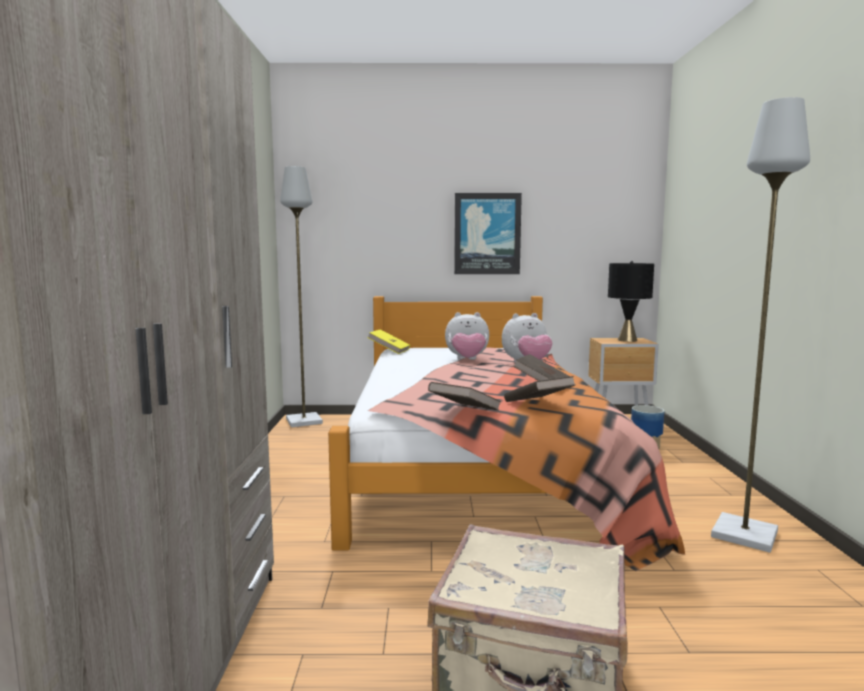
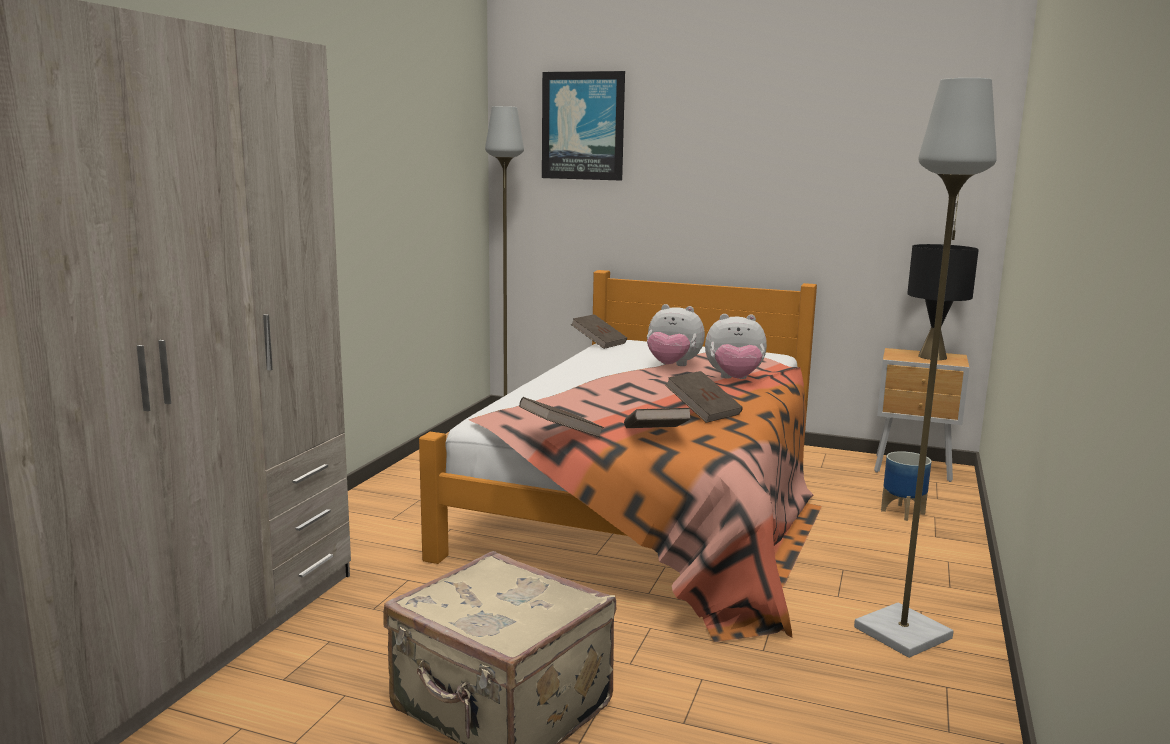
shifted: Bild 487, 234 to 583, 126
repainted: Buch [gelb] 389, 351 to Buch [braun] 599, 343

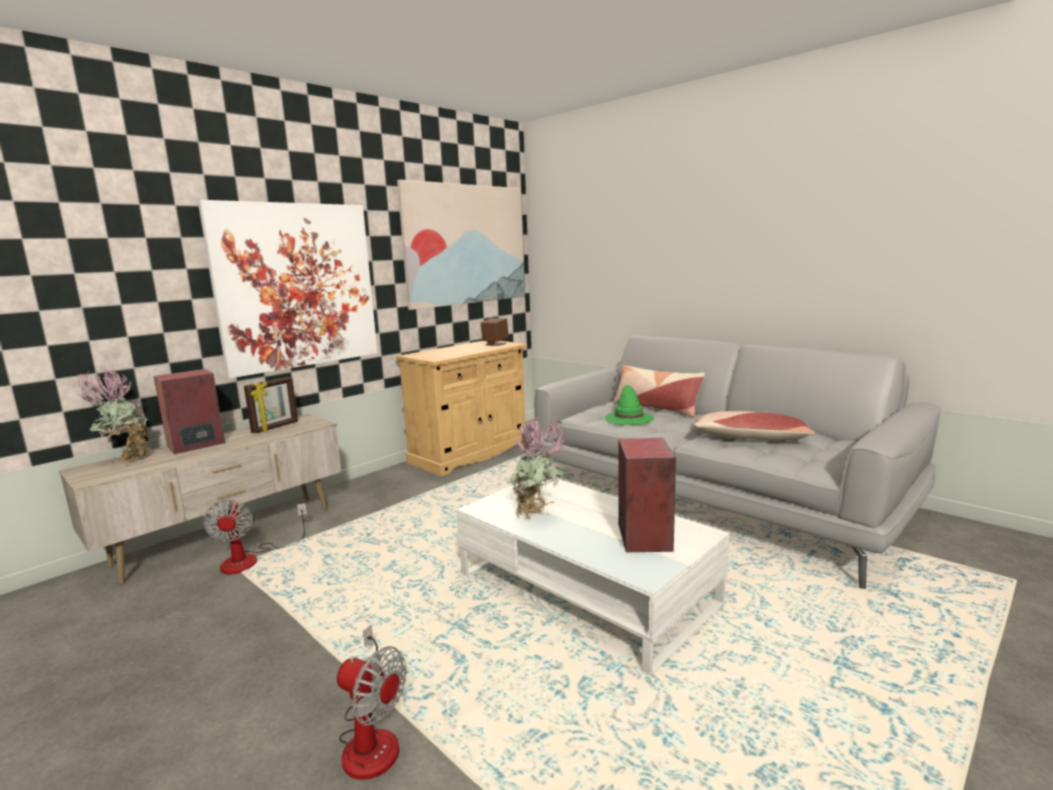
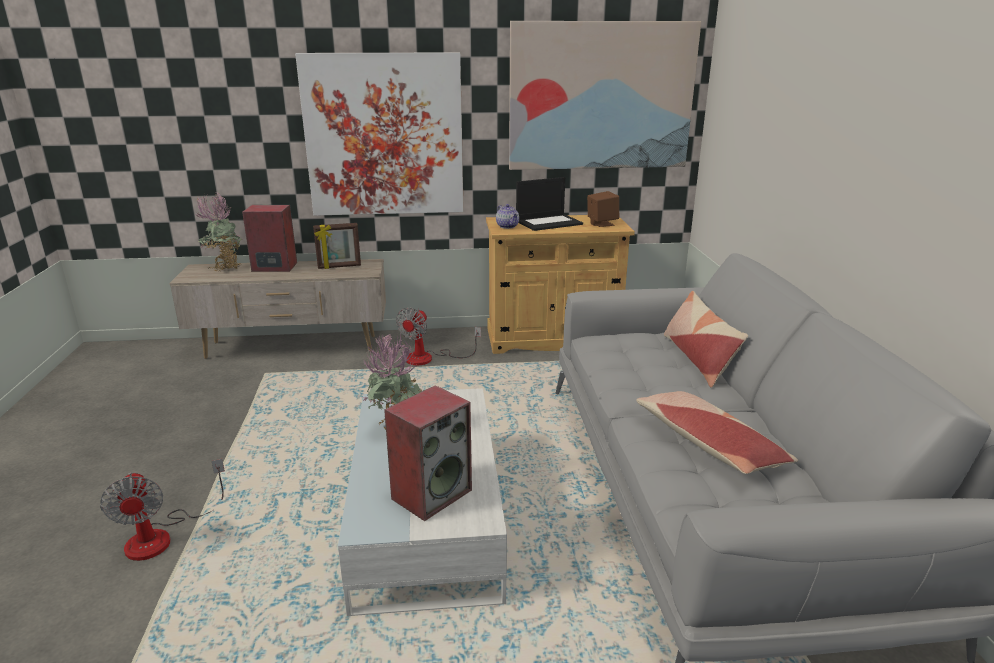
gone: Hut [grün] 628, 417
new: Teekanne 507, 226; Laptop 549, 222
shifted: Ventilator 251, 559 to 429, 358

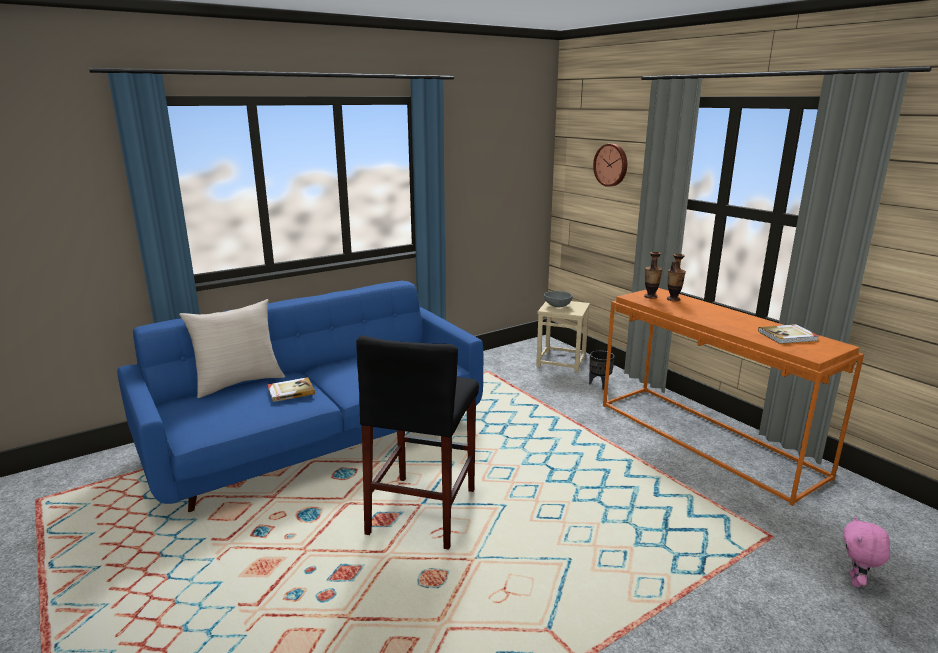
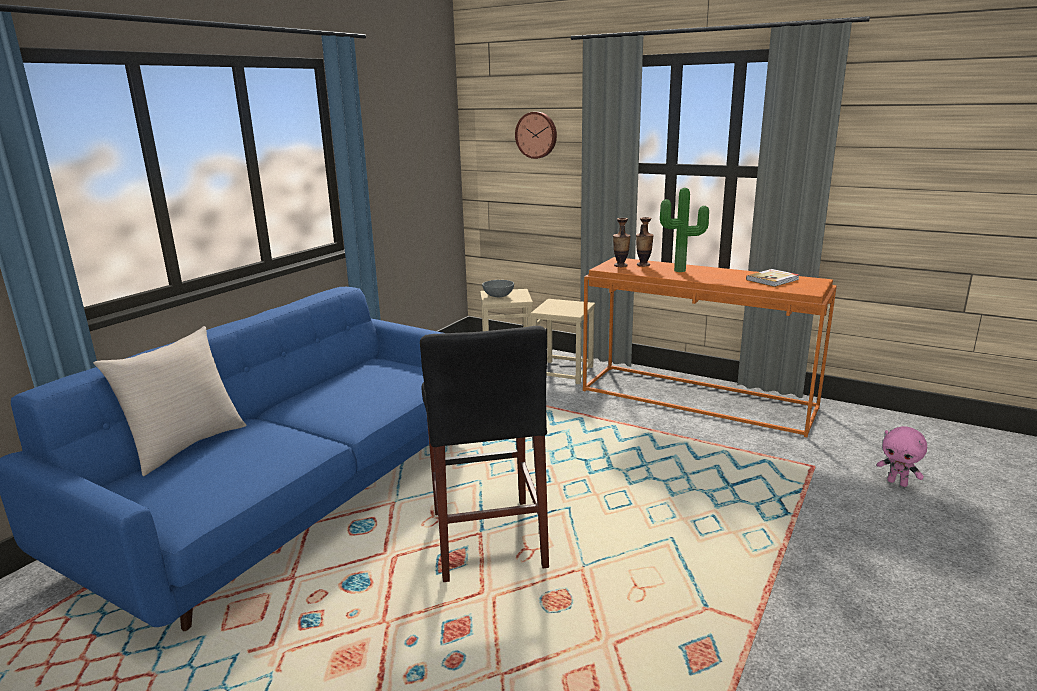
gone: Buch 290, 391
new: Topfpflanze 681, 271
swapped: Pflanzkübel [schwarz] 599, 385 to Hocker [beige] 564, 372
rotated: Plüschtier [rosa] 856, 581 = 897, 483 45 degrees counterclockwise

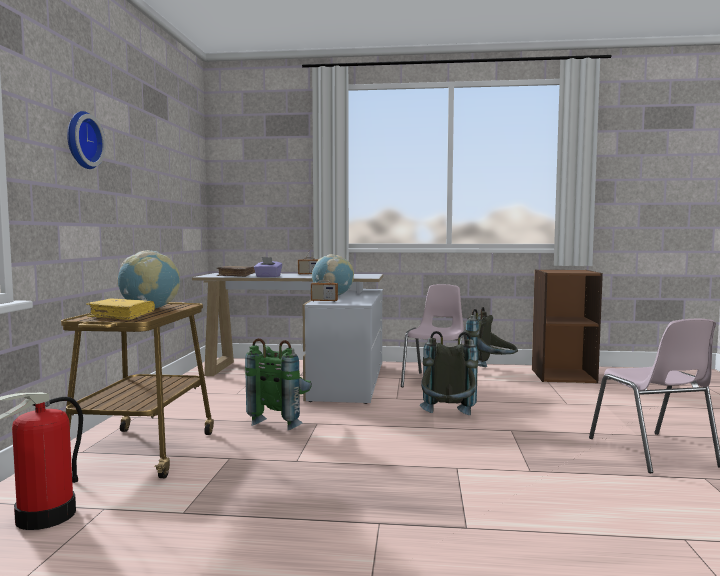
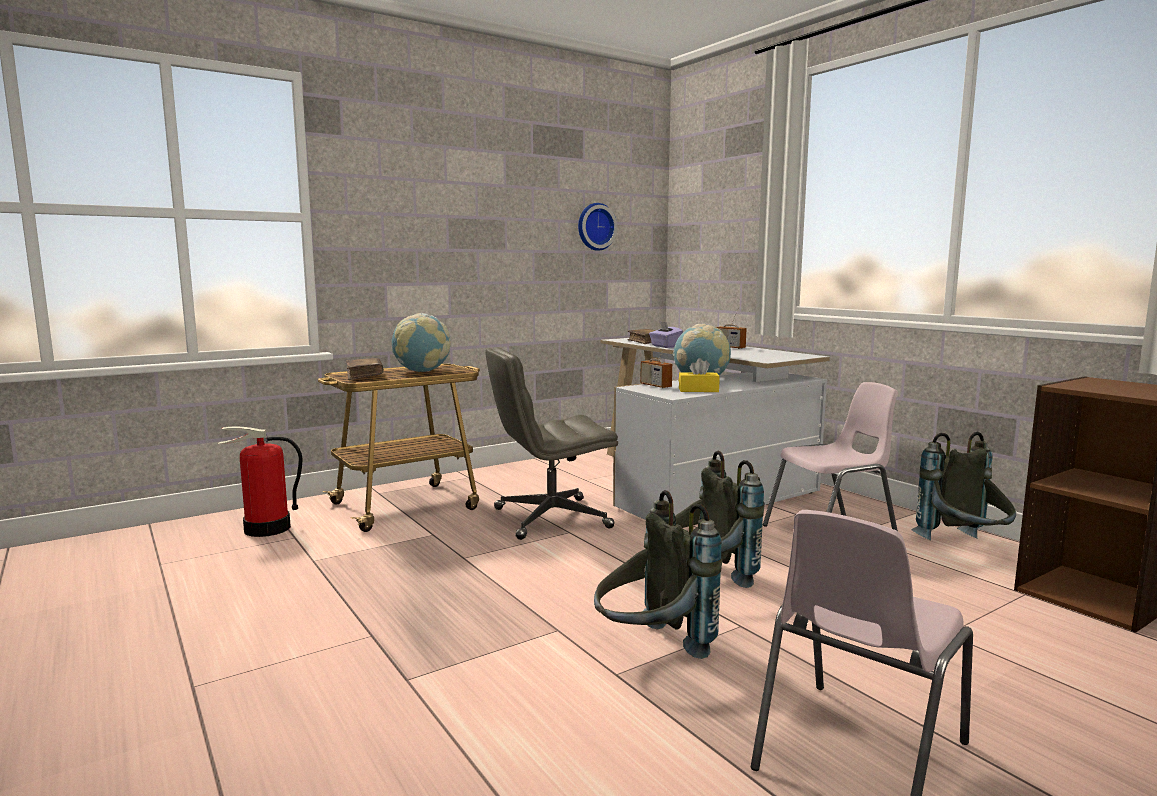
new: Rucksack [grau] 651, 650; Taschentuchbox [gelb] 698, 390
shifted: Wanduhr 81, 140 to 595, 227
swapped: Rucksack [grün] 282, 421 to Bürostuhl [grau] 550, 518
repainted: Buch [gelb] 121, 316 to Buch [braun] 364, 375

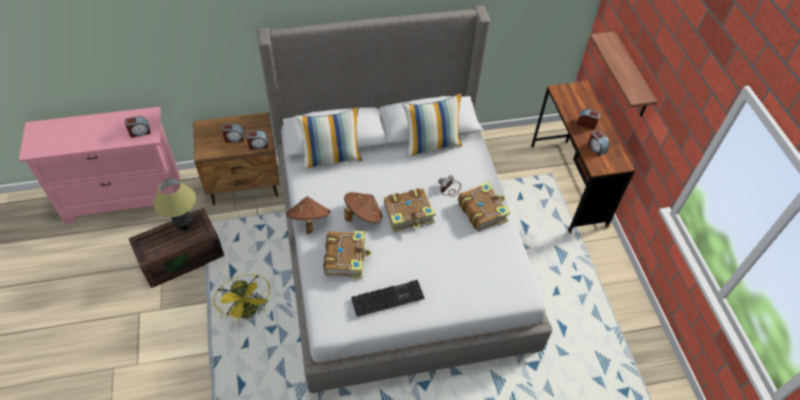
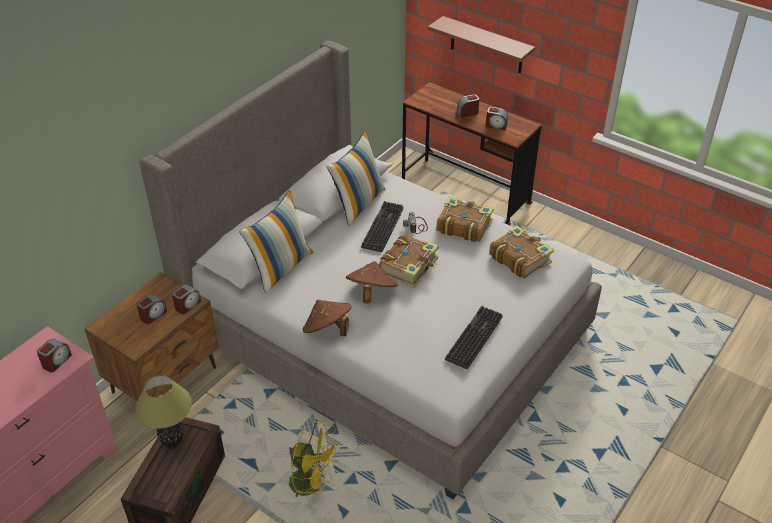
new: Tastatur 381, 226
shifted: Buch 346, 258 to 519, 258

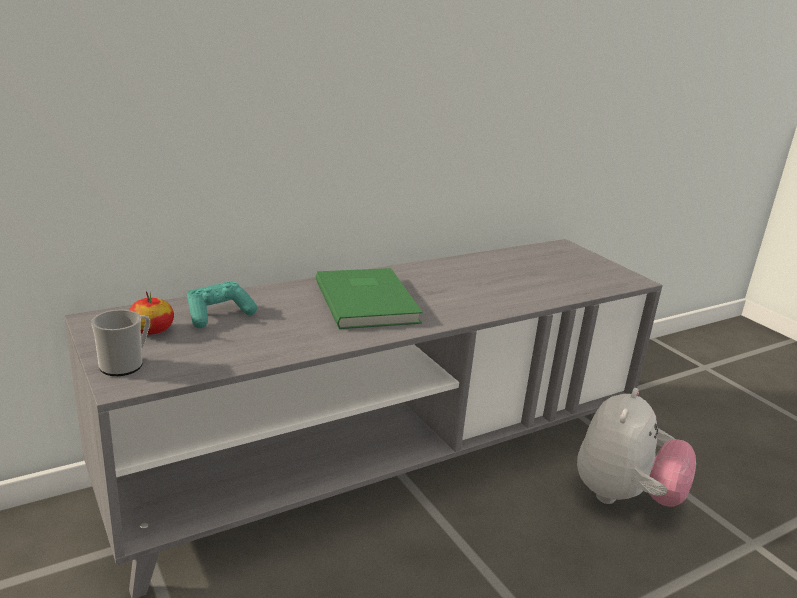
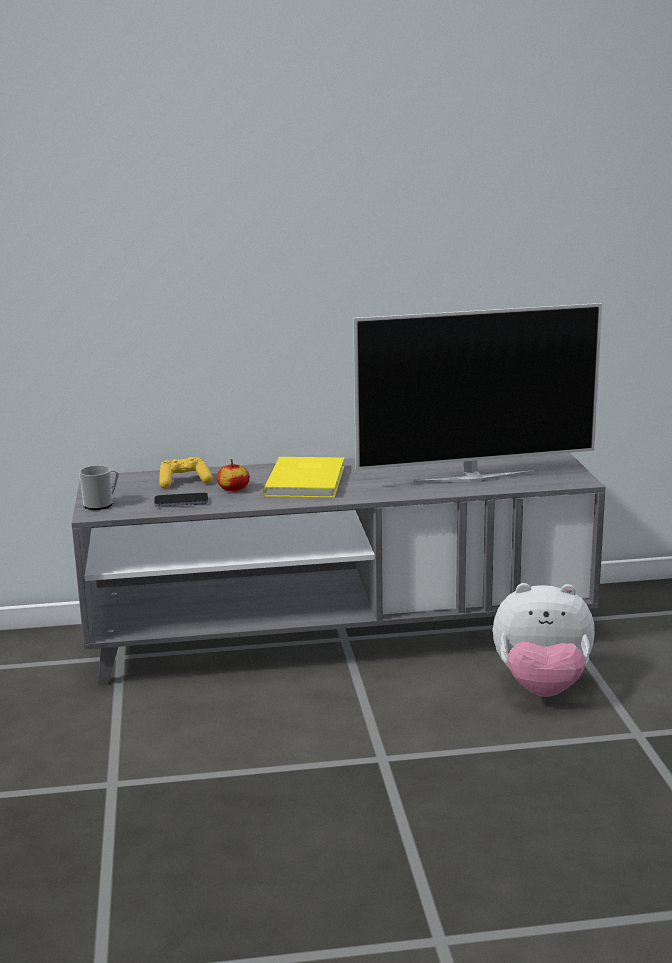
new: Handy 181, 502; Fernseher 473, 477
shifted: Apfel 152, 330 to 233, 489
repainted: Gamepad [türkis] 218, 315 to Gamepad [gelb] 184, 482; Buch [grün] 368, 300 to Buch [gelb] 308, 480
rotated: Plüschtier 624, 497 = 542, 687 45 degrees clockwise

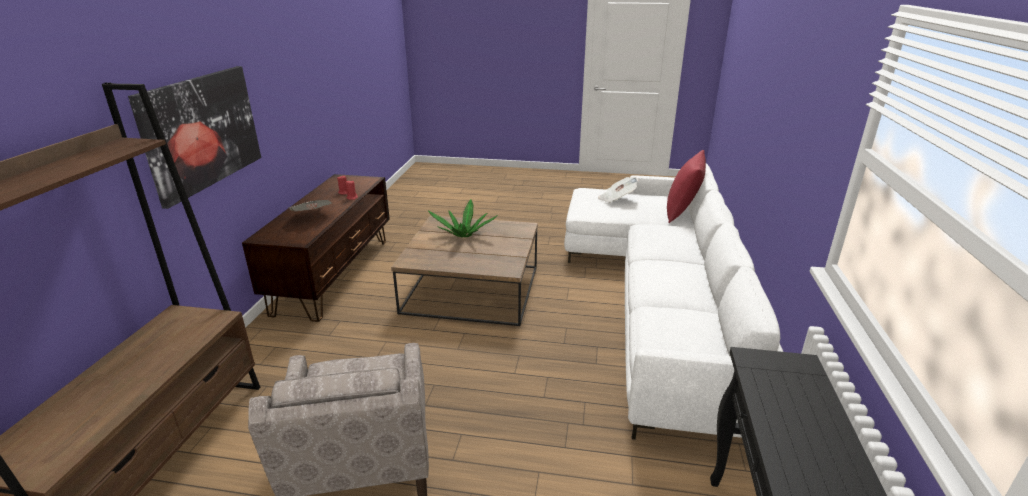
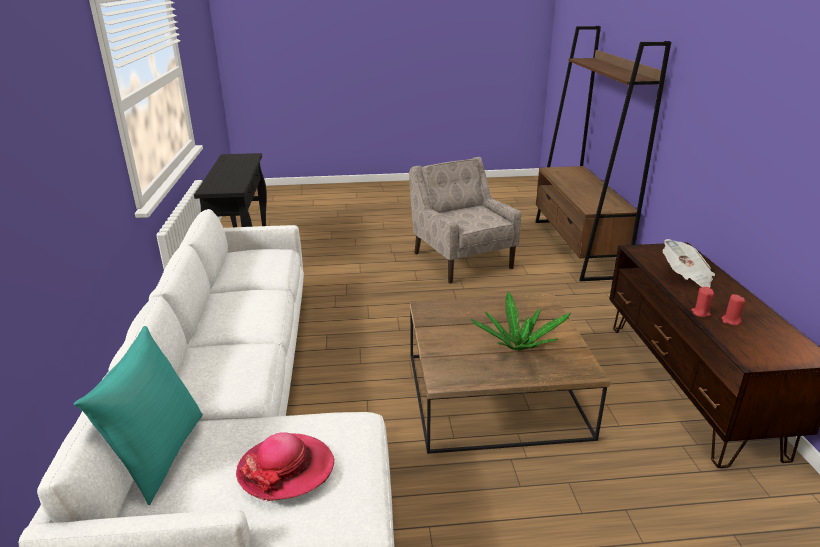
gone: Bild 202, 131
swapped: Zeitung 617, 199 to Hut 286, 469
repainted: Kissen [rot] 682, 212 to Kissen [türkis] 159, 455

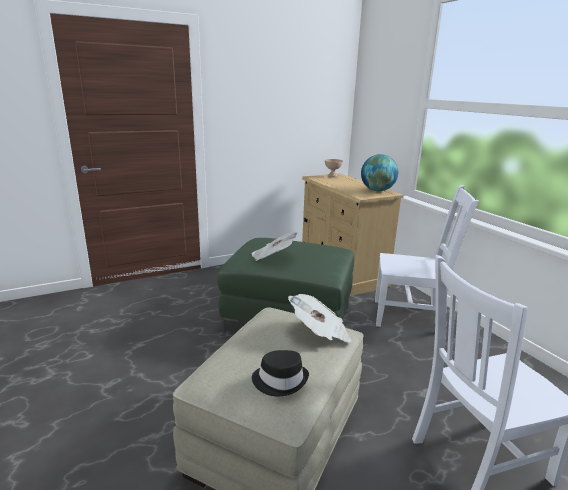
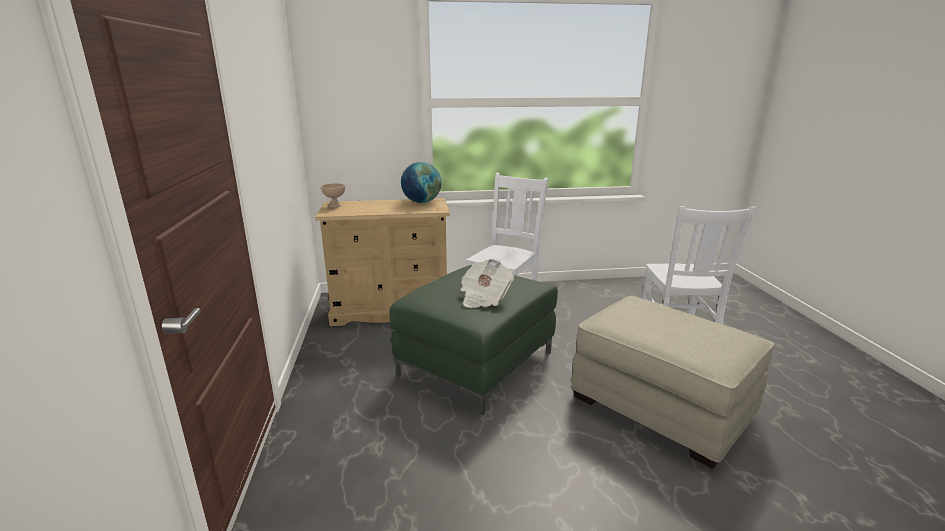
gone: Hut [schwarz] 280, 380; Zeitung 320, 333

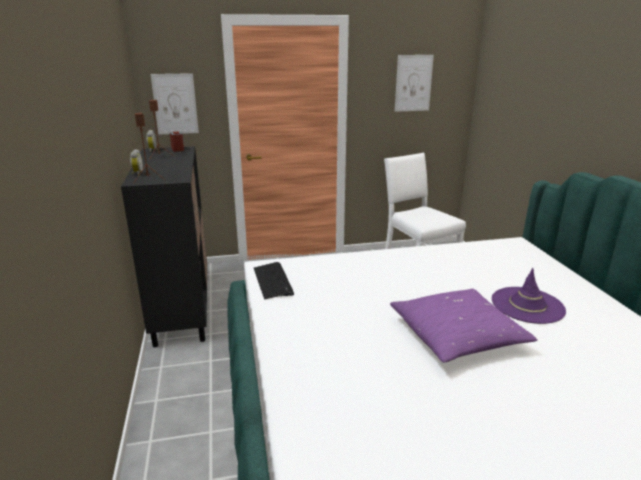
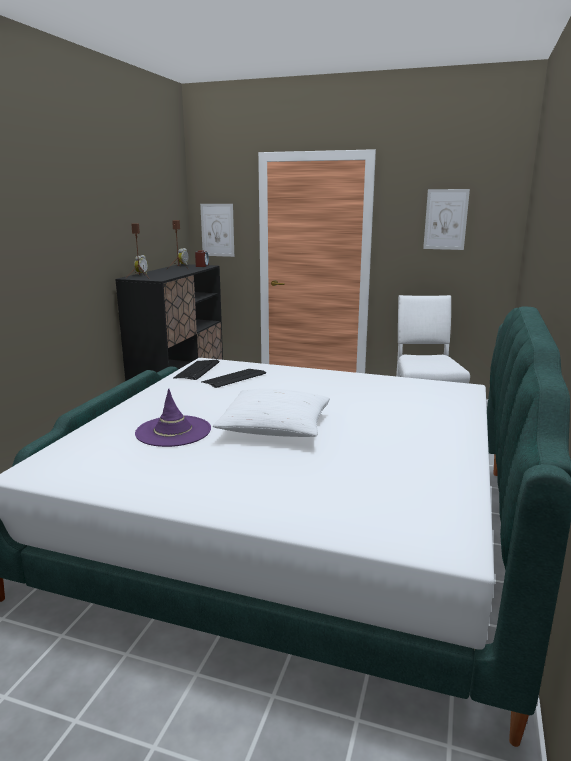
new: Tastatur 234, 378
shifted: Hut [lila] 527, 305 to 173, 431
repainted: Kissen [lila] 457, 336 to Kissen [weiß] 275, 427

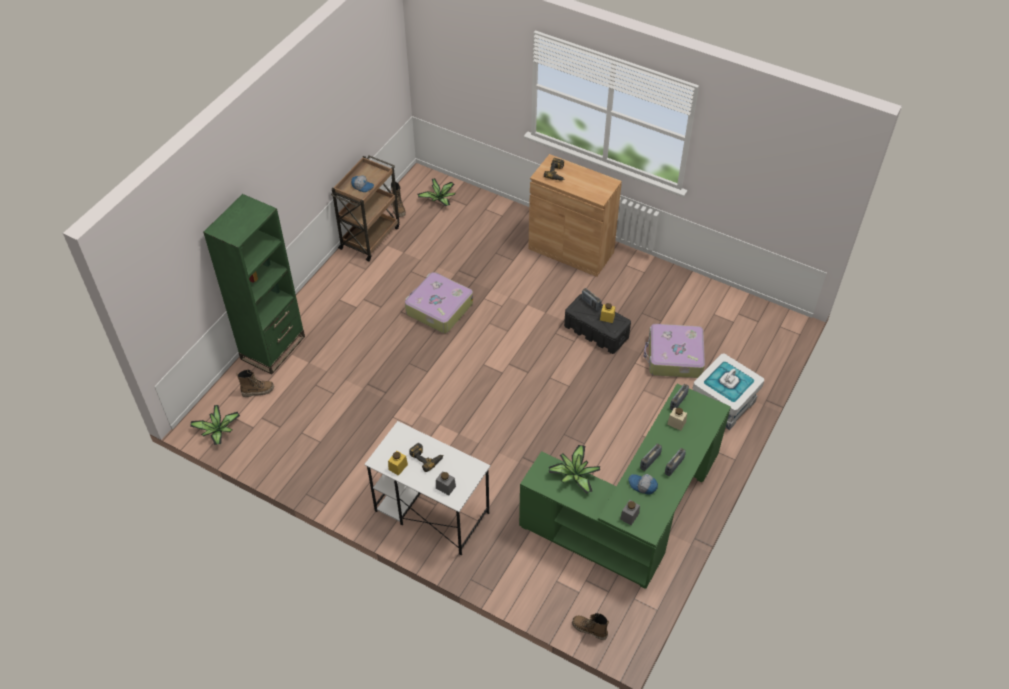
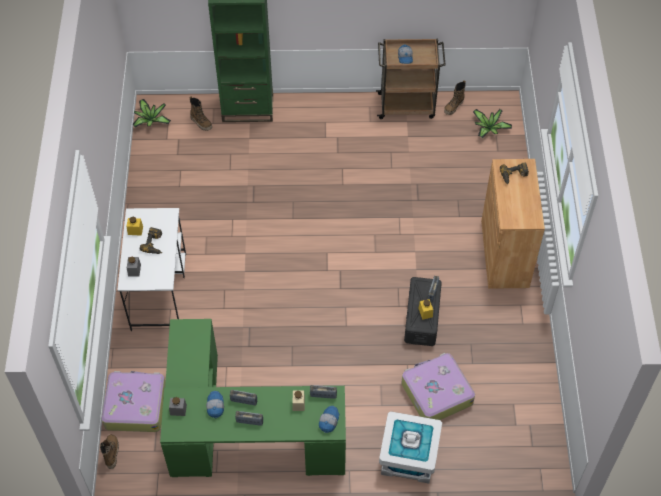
gone: Topfpflanze 574, 475
new: Kappe 328, 421
shifted: Koffer 438, 308 to 135, 405

